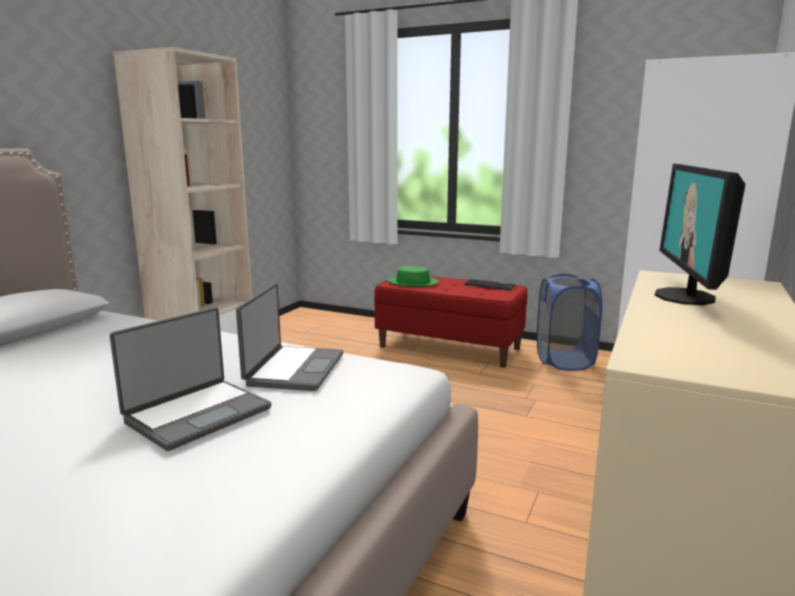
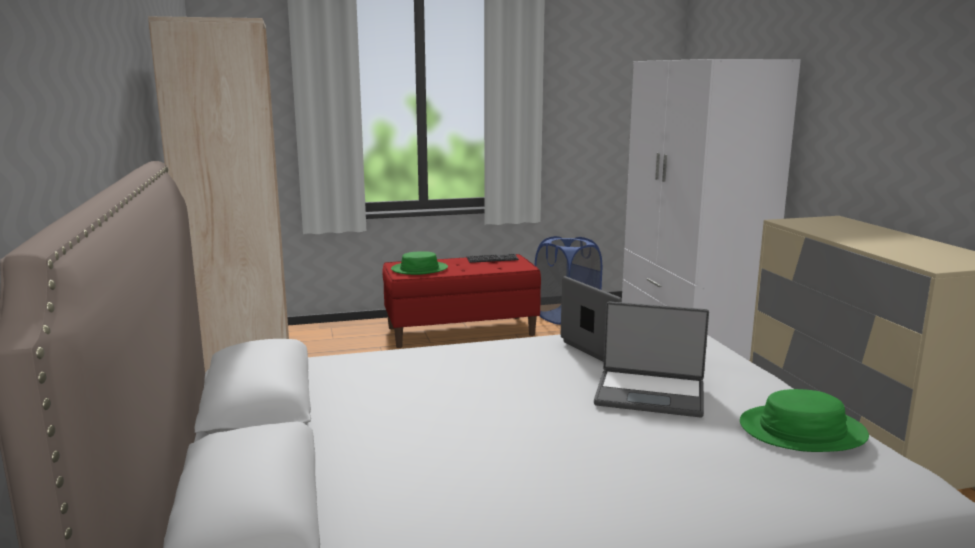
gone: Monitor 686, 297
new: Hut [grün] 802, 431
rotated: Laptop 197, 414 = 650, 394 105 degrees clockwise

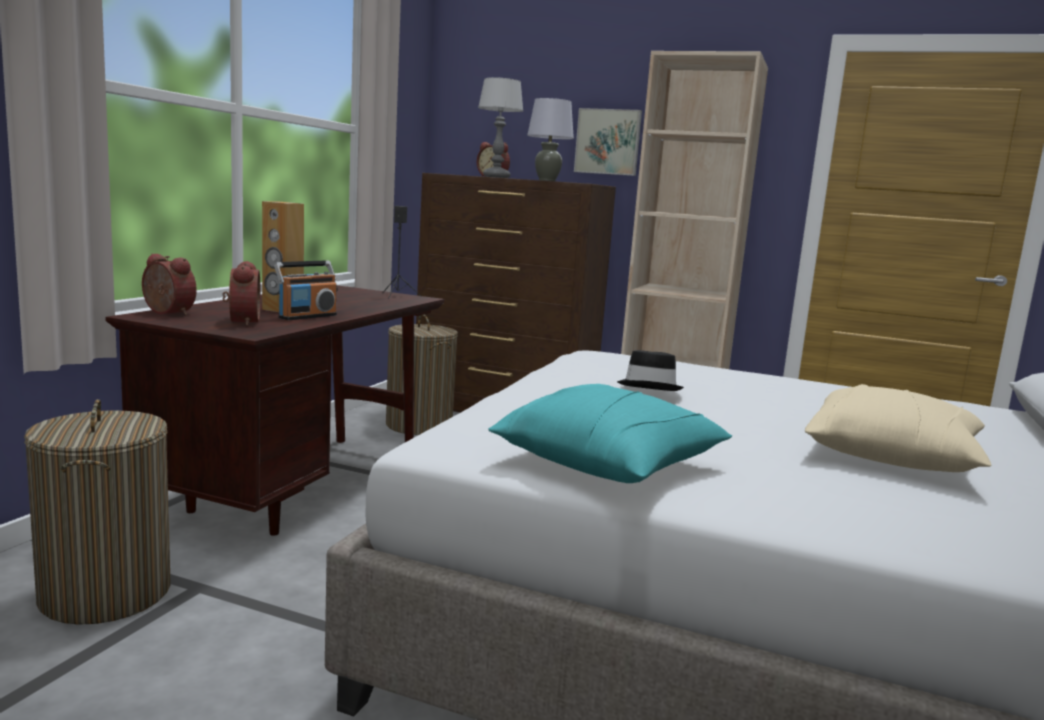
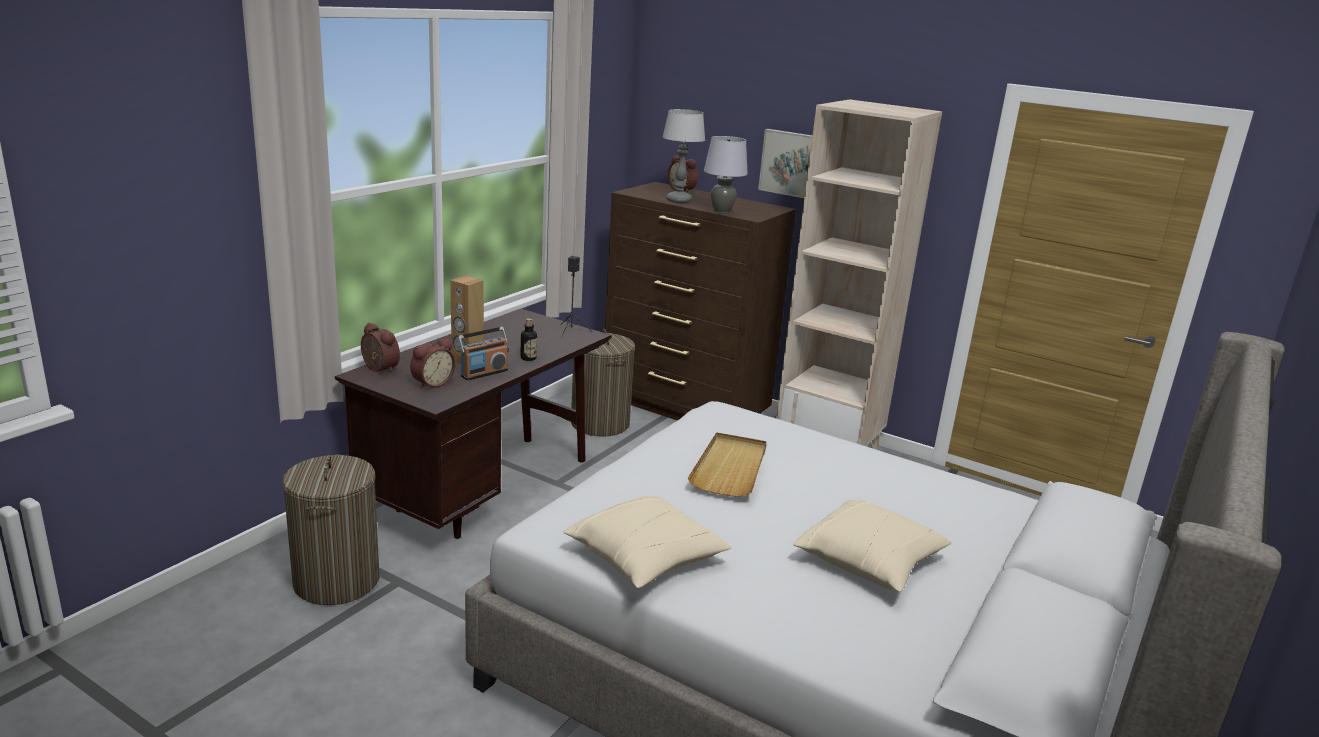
new: Flasche 528, 358
swapped: Hut [schwarz] 650, 386 to Tablett [beige] 730, 468
repainted: Kissen [türkis] 609, 465 to Kissen [beige] 646, 558
rotated: Wecker 241, 321 = 431, 383 45 degrees clockwise

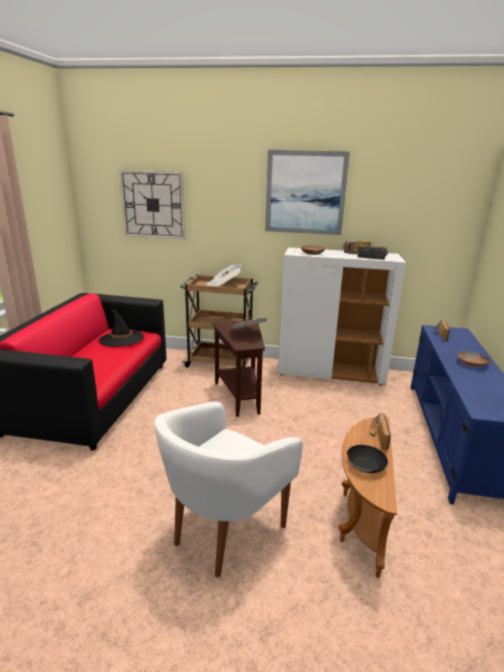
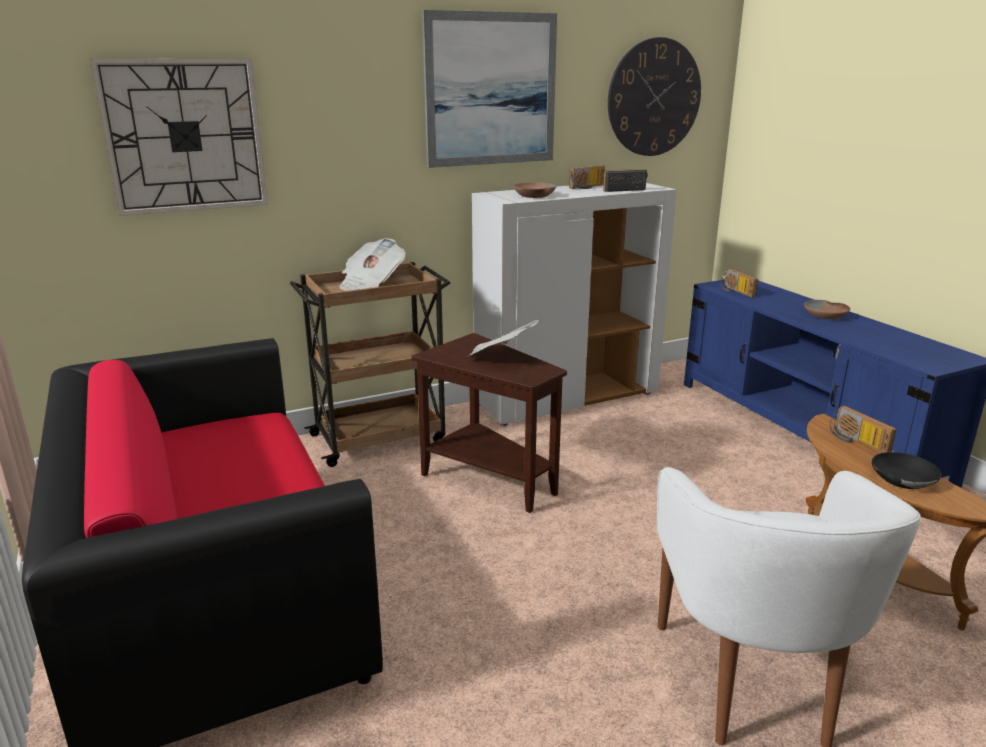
gone: Hut [schwarz] 121, 339
new: Wanduhr 654, 98

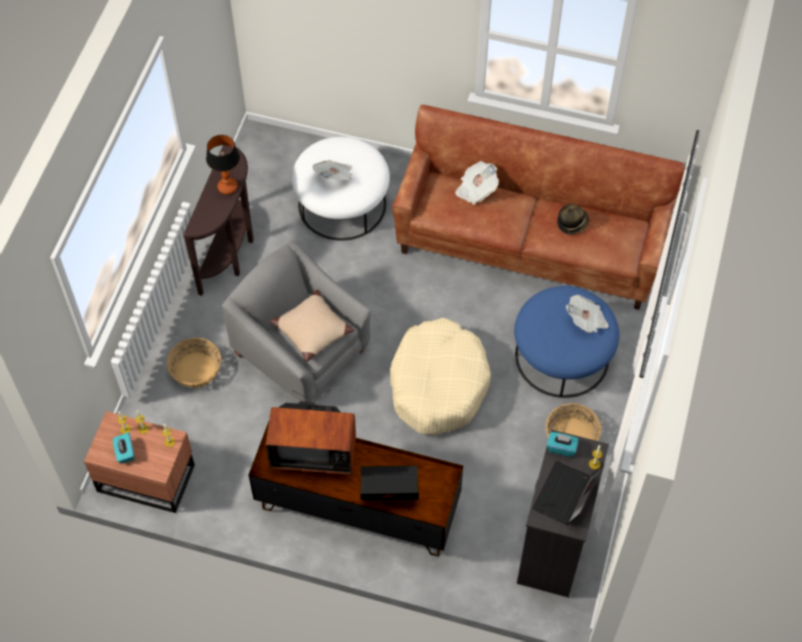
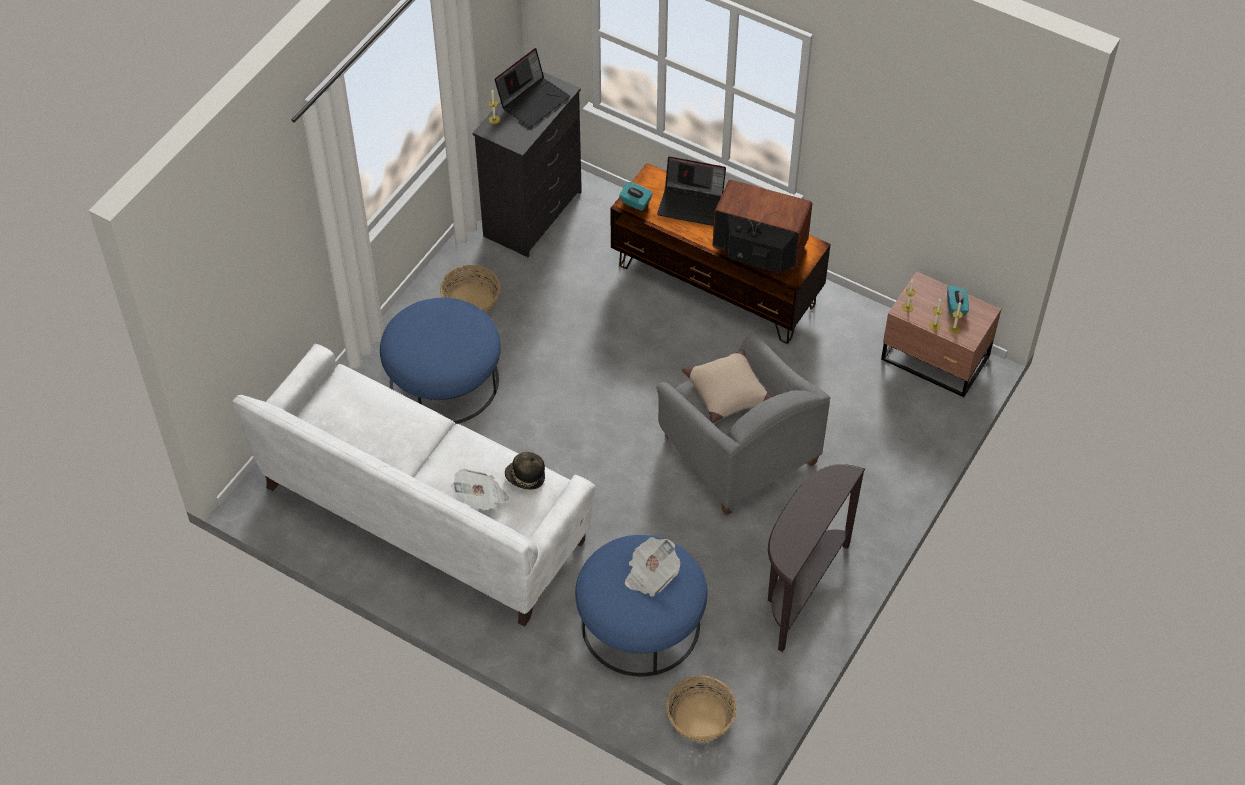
gone: Tischlampe 227, 187; Hundebett [beige] 438, 384; Zeitung 586, 321
shifted: Korb 195, 370 to 701, 718; Taschentuchbox [türkis] 561, 448 to 635, 202; Hut 572, 223 to 525, 477
repainted: Polsterhocker [weiß] 342, 204 to Polsterhocker [blau] 641, 623; Sofa [braun] 529, 245 to Sofa [weiß] 425, 514

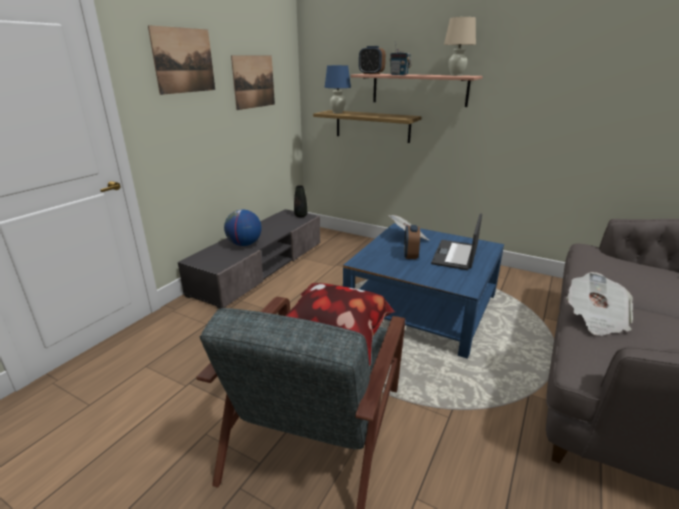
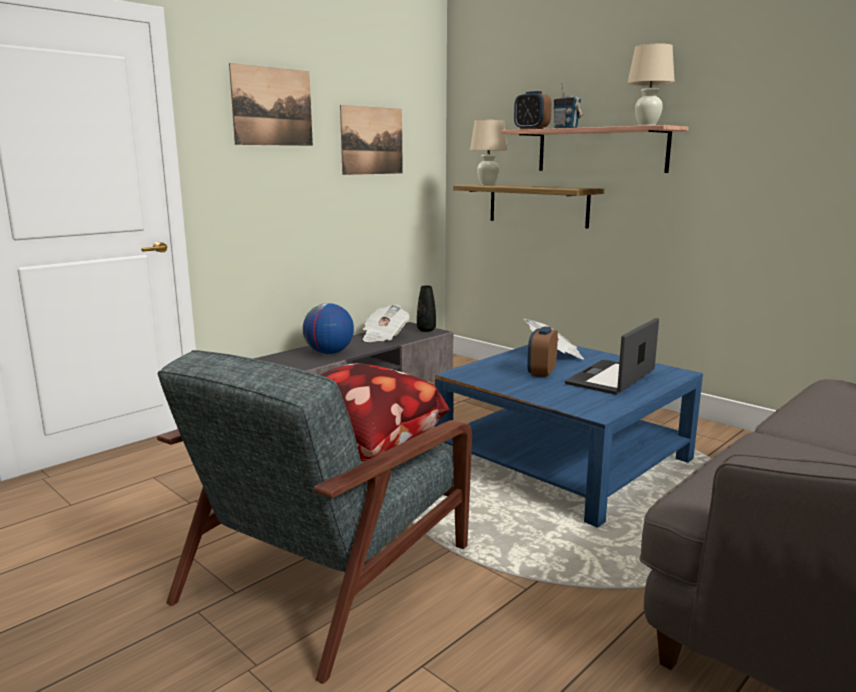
shifted: Zeitung 595, 318 to 384, 337
repainted: Tischlampe [blau] 337, 112 to Tischlampe [beige] 487, 185

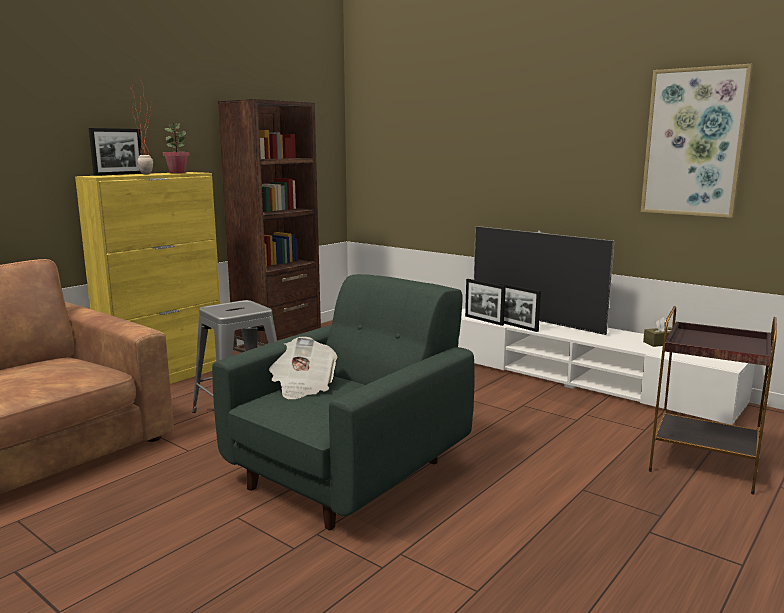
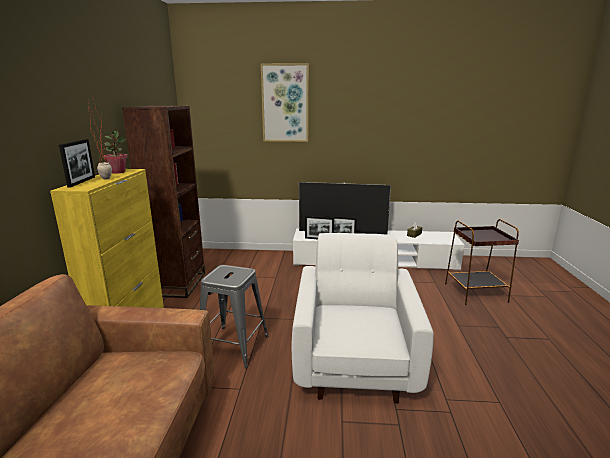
gone: Zeitung 302, 386
shifted: Bild 693, 142 to 285, 103
repainted: Sessel [grün] 351, 472 to Sessel [weiß] 355, 360

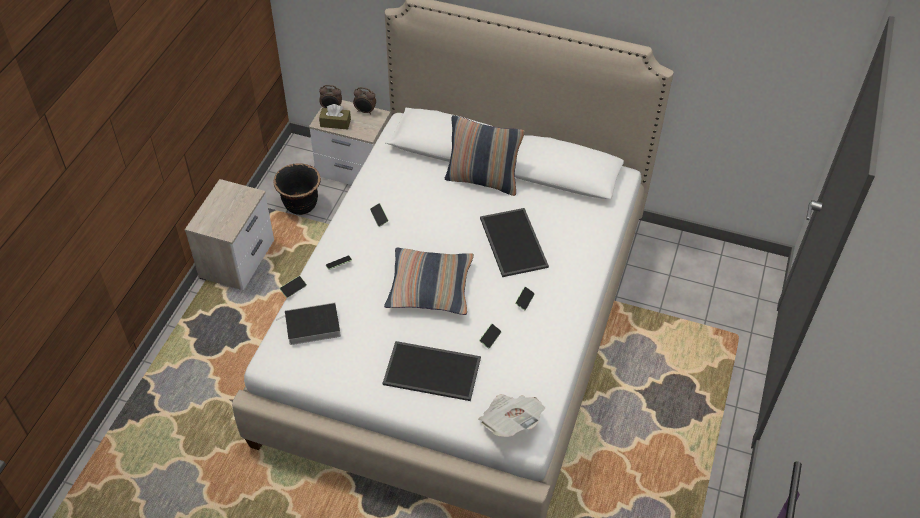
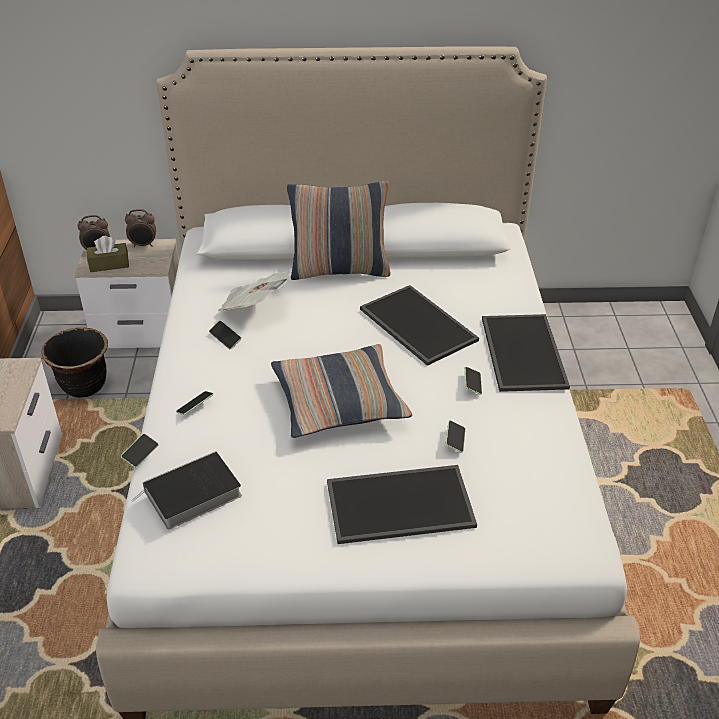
new: Tablett 521, 352
shifted: Zeitung 510, 422 to 255, 307

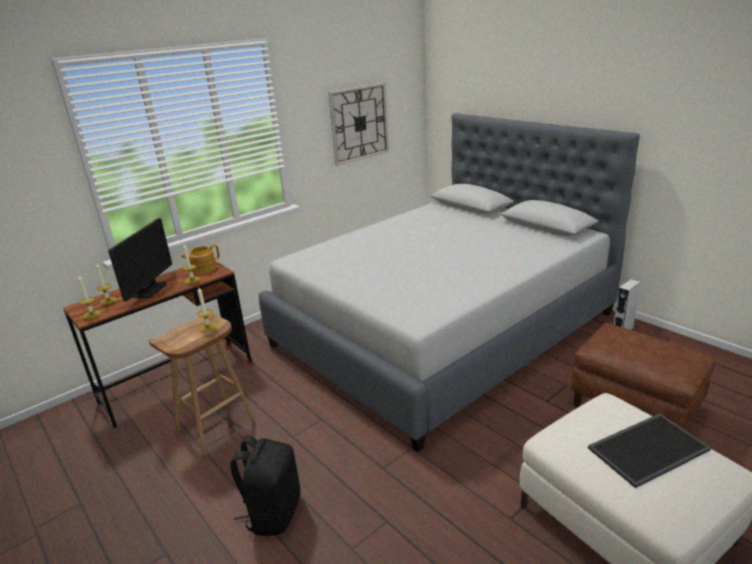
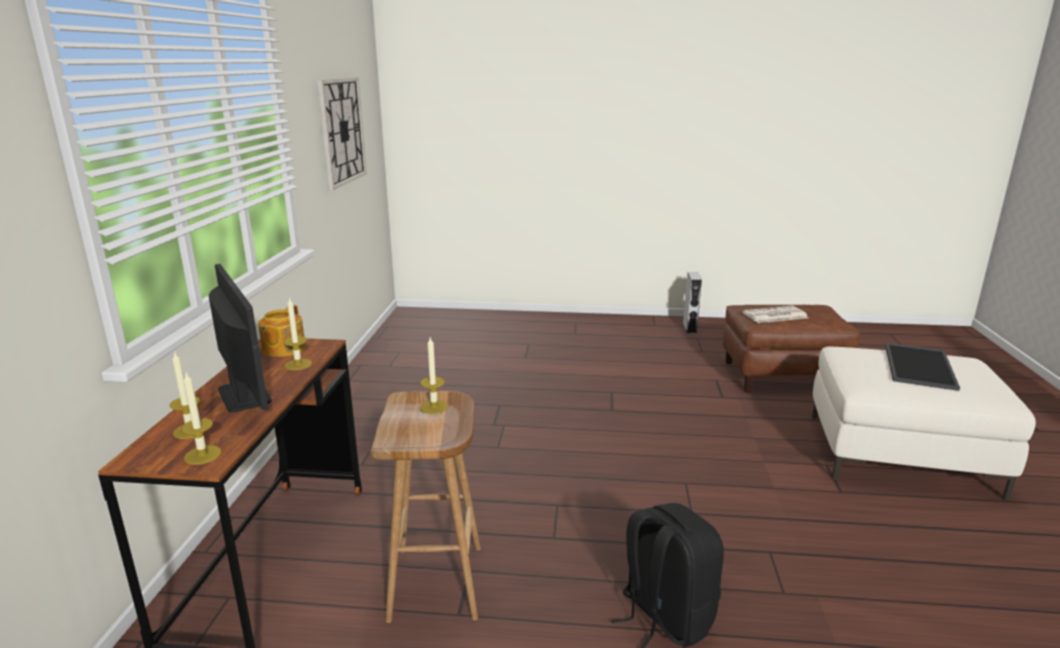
gone: Bett [grau] 443, 329
new: Zeitung 774, 315

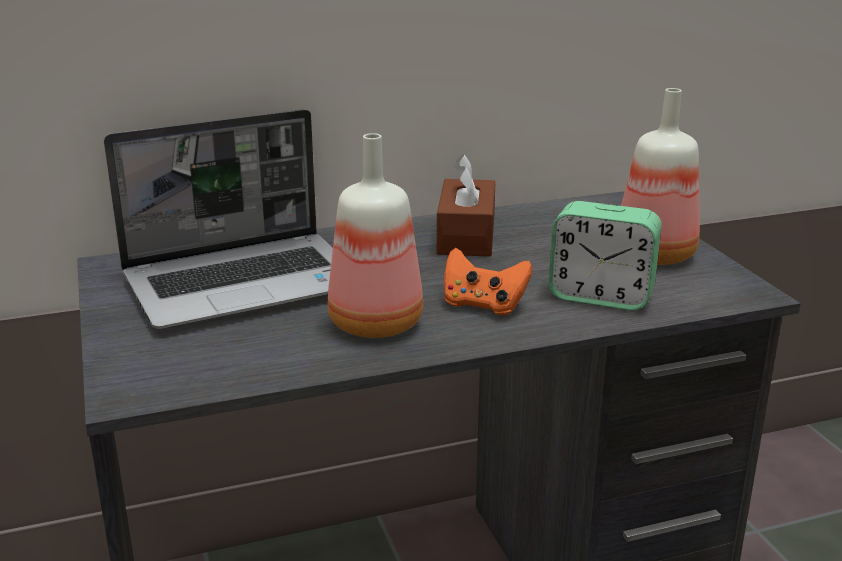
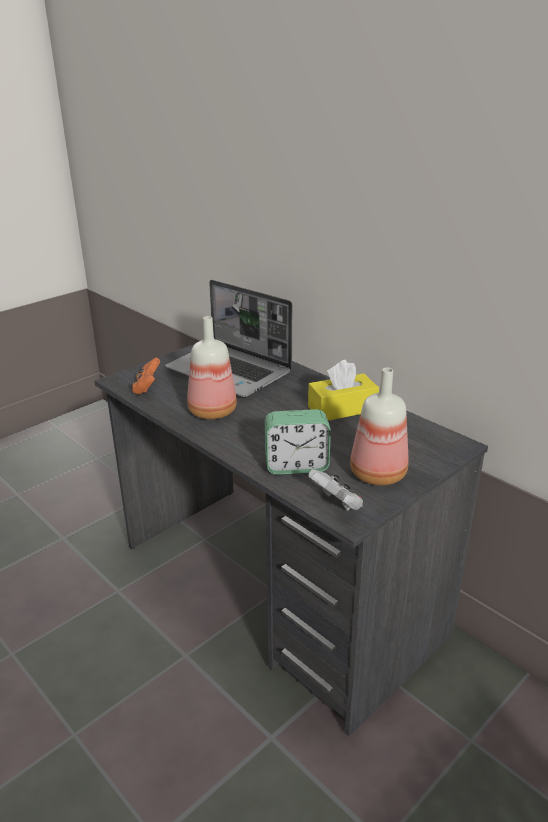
new: Gamepad [weiß] 337, 503
shifted: Gamepad [orange] 483, 305 to 147, 388
repainted: Taschentuchbox [braun] 466, 236 to Taschentuchbox [gelb] 342, 409
rotated: Wecker 601, 296 = 296, 466 90 degrees counterclockwise

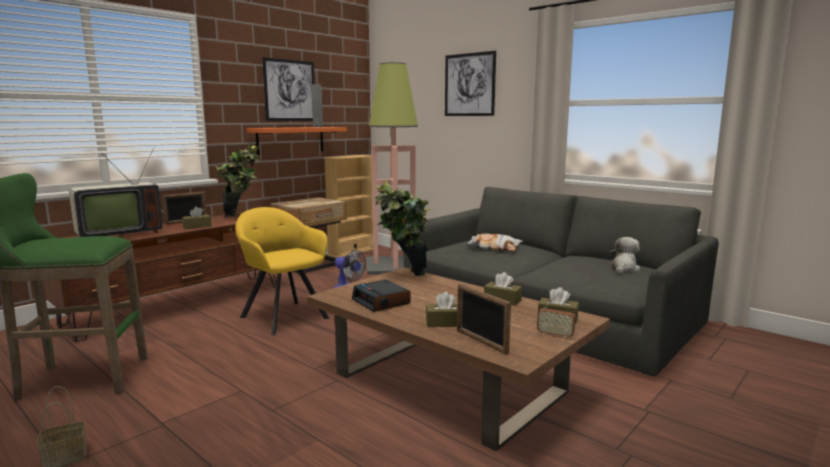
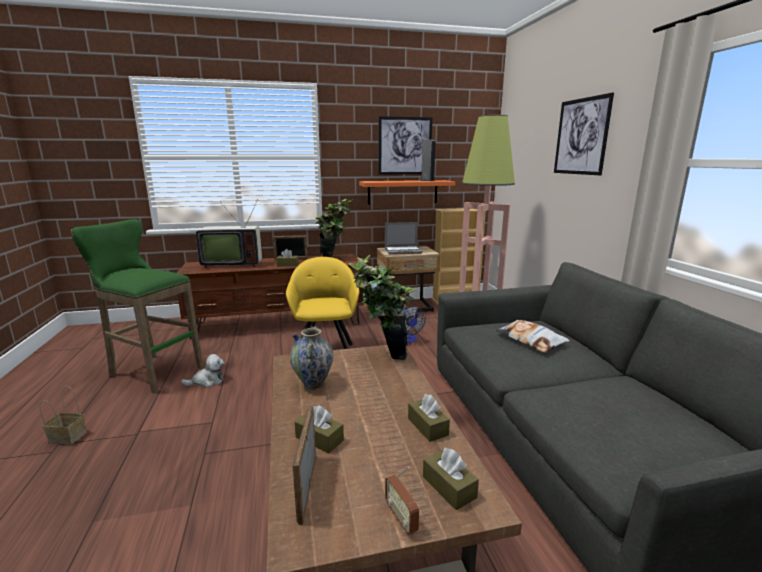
new: Laptop 403, 251
shifted: Plüschtier 623, 269 to 207, 381
swapped: Wecker 381, 302 to Vase 313, 384

